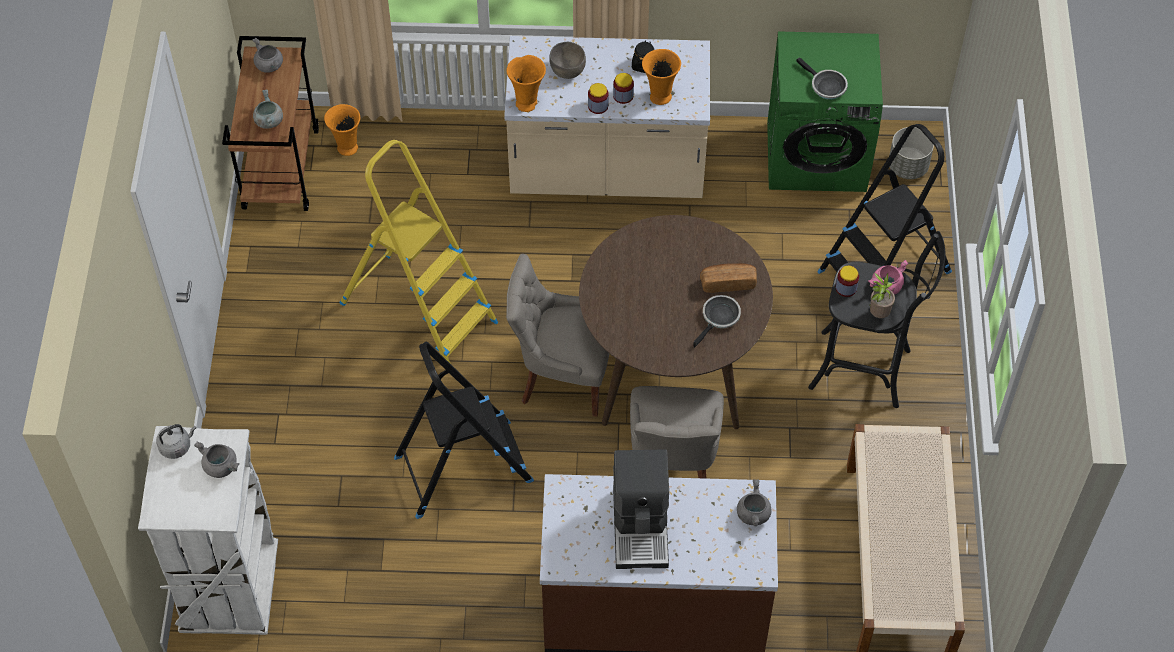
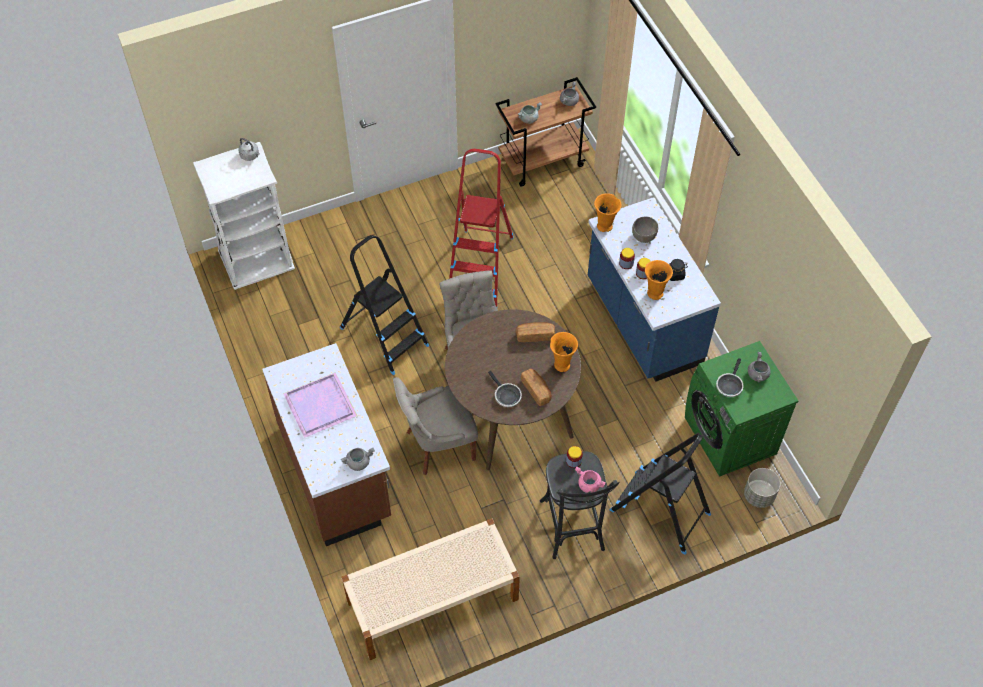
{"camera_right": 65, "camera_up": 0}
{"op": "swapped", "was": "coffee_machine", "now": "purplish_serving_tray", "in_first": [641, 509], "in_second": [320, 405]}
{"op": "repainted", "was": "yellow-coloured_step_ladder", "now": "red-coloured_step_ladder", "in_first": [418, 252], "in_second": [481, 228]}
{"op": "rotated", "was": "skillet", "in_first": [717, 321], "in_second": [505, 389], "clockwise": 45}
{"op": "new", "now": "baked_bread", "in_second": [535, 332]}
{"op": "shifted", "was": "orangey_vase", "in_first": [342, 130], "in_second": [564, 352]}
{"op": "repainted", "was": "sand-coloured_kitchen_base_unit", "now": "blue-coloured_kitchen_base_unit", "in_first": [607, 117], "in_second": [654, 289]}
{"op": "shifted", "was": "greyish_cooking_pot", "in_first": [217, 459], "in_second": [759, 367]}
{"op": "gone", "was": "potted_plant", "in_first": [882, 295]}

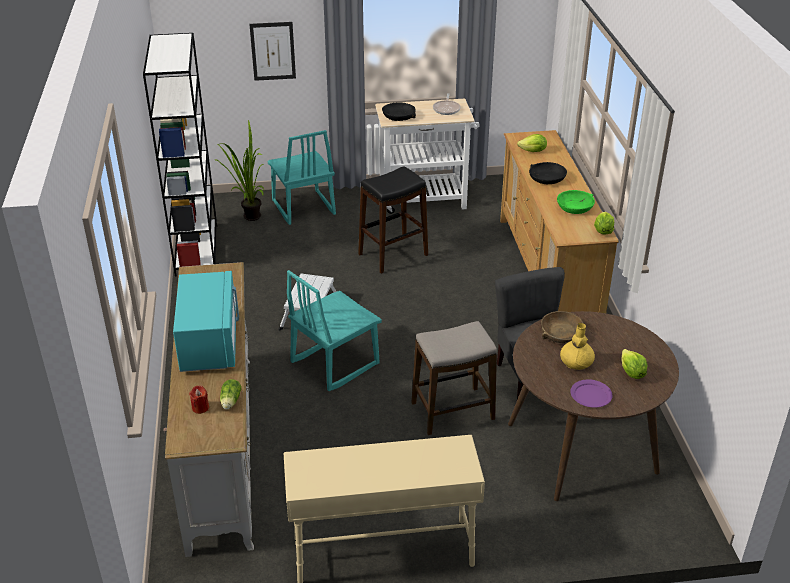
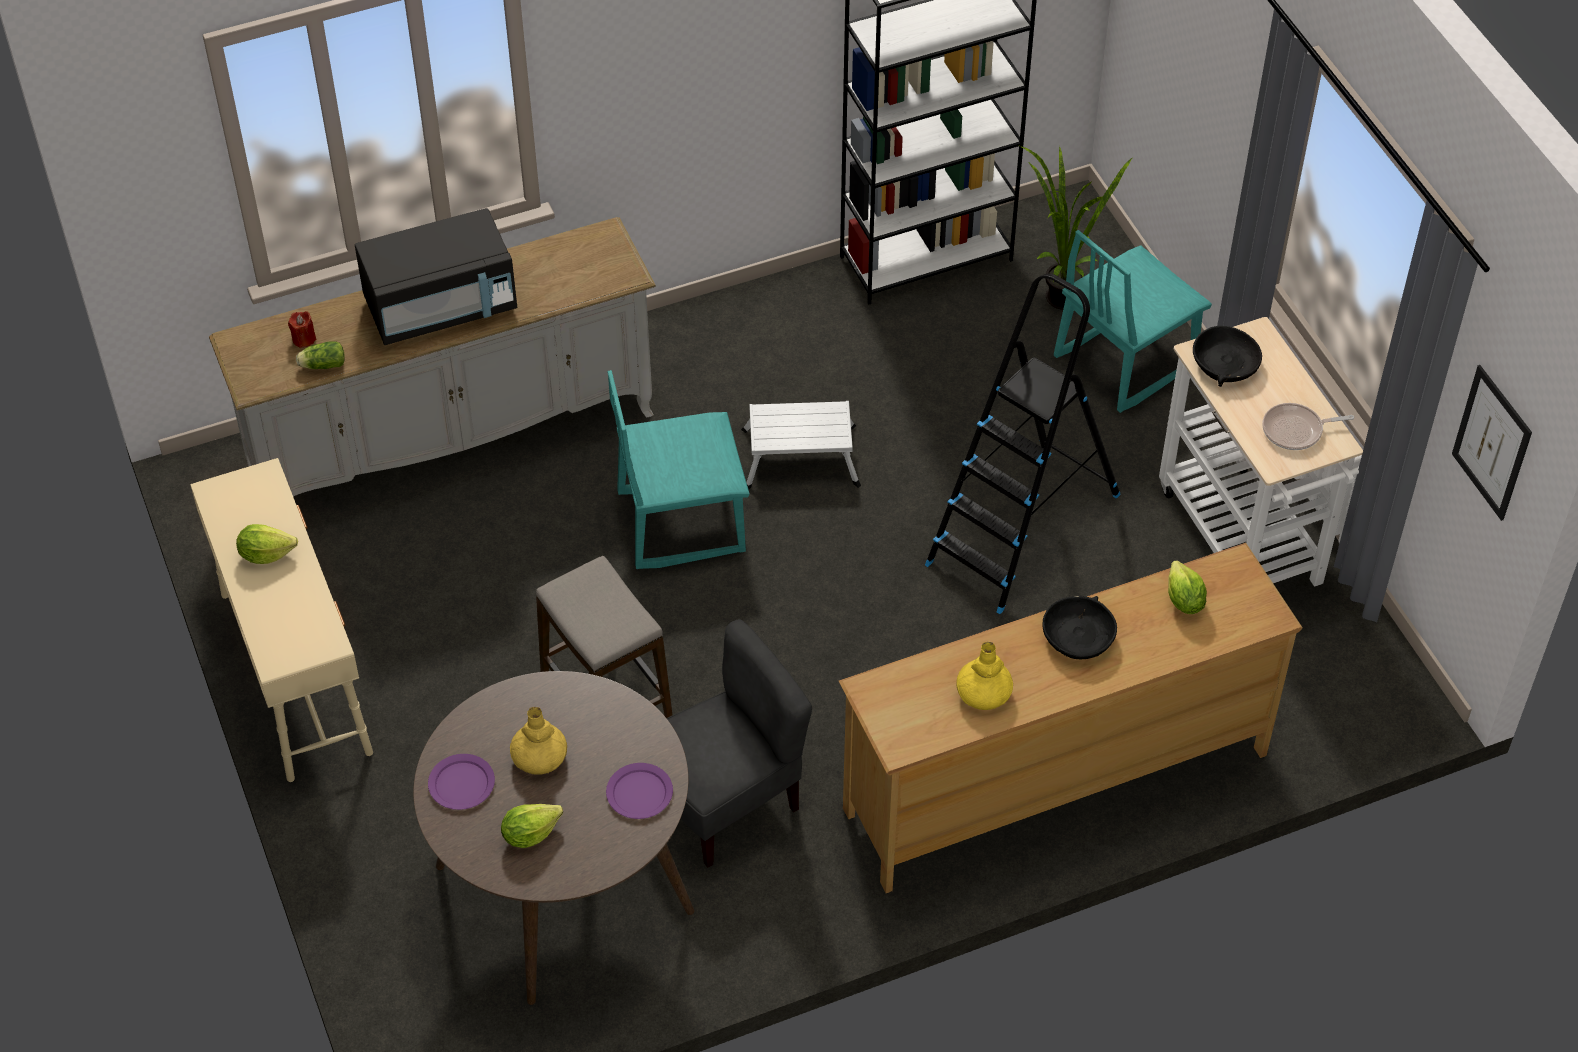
{"camera_right": 75, "camera_up": 15}
{"op": "shifted", "was": "head_of_lettuce", "in_first": [604, 222], "in_second": [267, 544]}
{"op": "repainted", "was": "turquoise_kitchen_microwave", "now": "black_kitchen_microwave", "in_first": [206, 321], "in_second": [436, 276]}
{"op": "new", "now": "purplish_dinner_plate", "in_second": [639, 791]}
{"op": "rotated", "was": "turquoise_plain_chair", "in_first": [334, 330], "in_second": [679, 469], "clockwise": -45}
{"op": "swapped", "was": "black_sitting_stool", "now": "black_step_ladder", "in_first": [393, 220], "in_second": [1022, 444]}
{"op": "swapped", "was": "green-coloured_deep_dish", "now": "yellow-coloured_vase", "in_first": [576, 202], "in_second": [984, 676]}
{"op": "shifted", "was": "picture", "in_first": [272, 51], "in_second": [1492, 443]}
{"op": "gone", "was": "brownish_deep_dish", "in_first": [562, 327]}

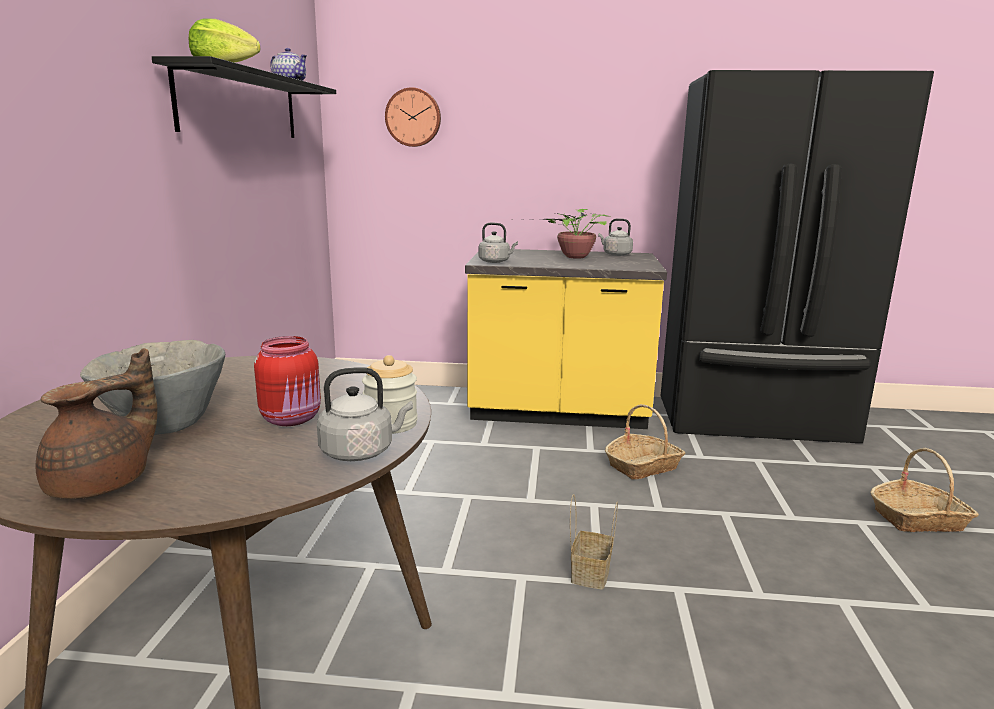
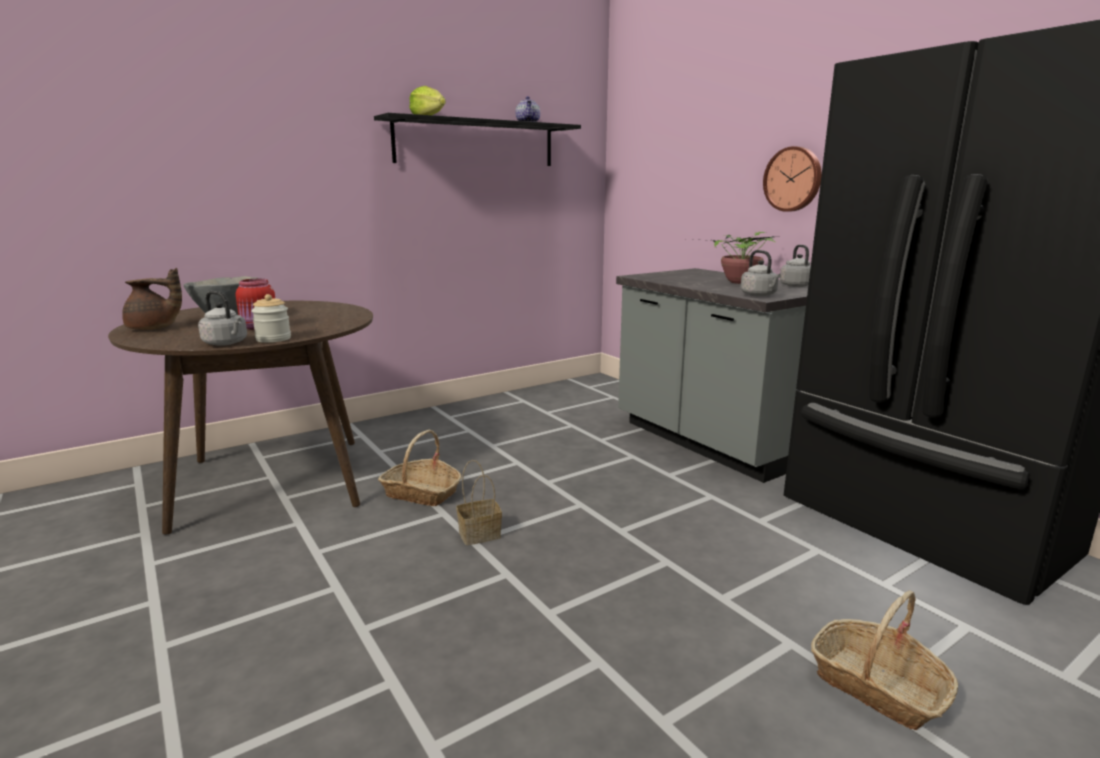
{"camera_right": 50, "camera_up": 0}
{"op": "shifted", "was": "basket", "in_first": [645, 442], "in_second": [420, 468]}
{"op": "repainted", "was": "yellow-coloured_kitchen_base_unit", "now": "greyish_kitchen_base_unit", "in_first": [566, 339], "in_second": [712, 375]}
{"op": "shifted", "was": "greyish_kettle", "in_first": [498, 242], "in_second": [760, 273]}
{"op": "shifted", "was": "clock_on_the_wall", "in_first": [413, 117], "in_second": [792, 179]}

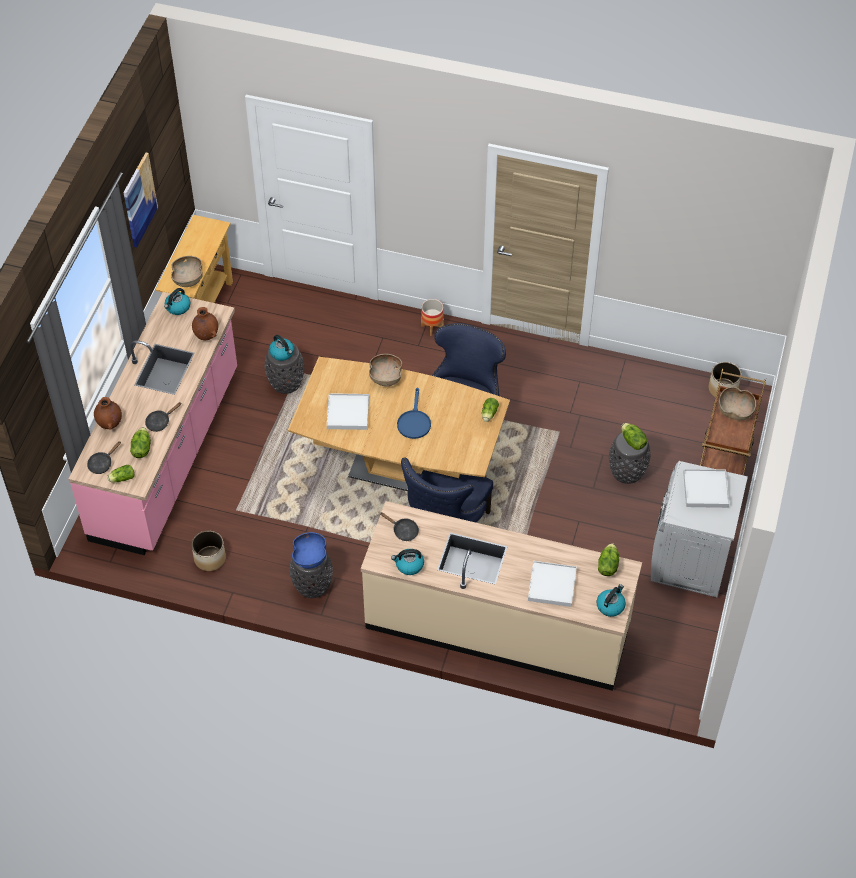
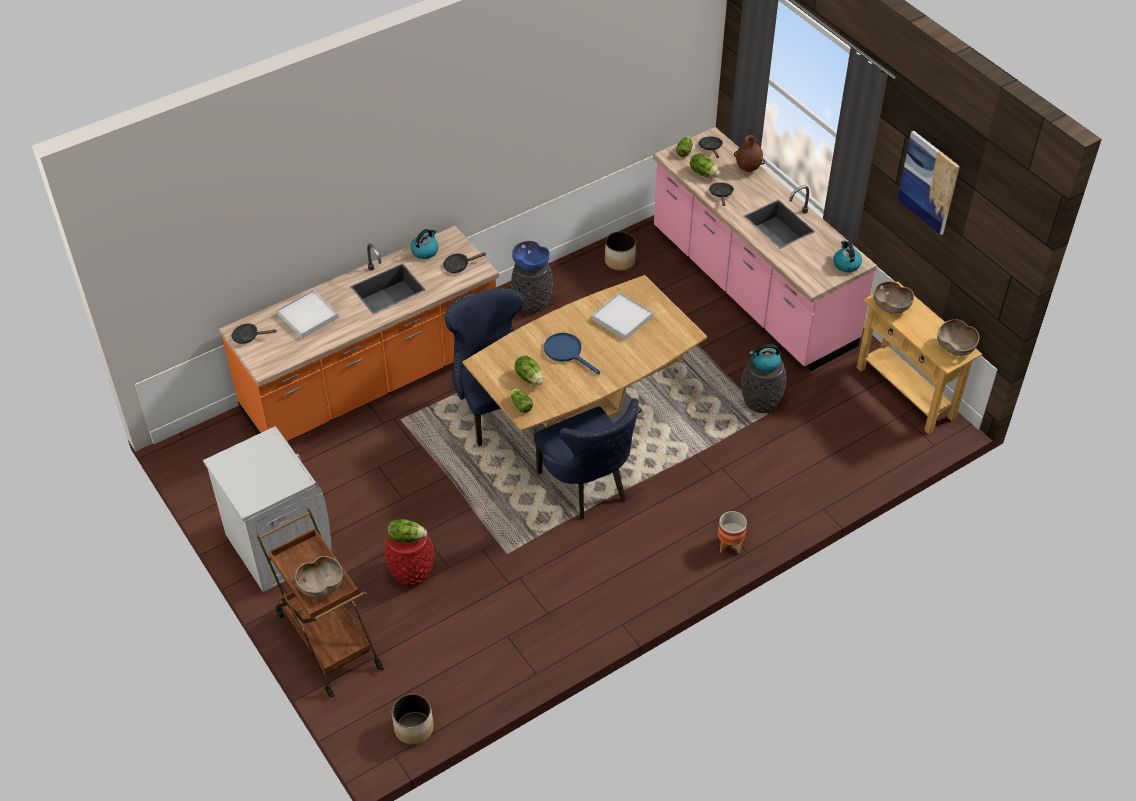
{"camera_right": 130, "camera_up": -5}
{"op": "repainted", "was": "sand-coloured_kitchen_base_unit", "now": "orangey_kitchen_base_unit", "in_first": [501, 596], "in_second": [359, 334]}
{"op": "swapped", "was": "kettle", "now": "black_skillet", "in_first": [611, 600], "in_second": [254, 333]}
{"op": "repainted", "was": "greyish_sitting_stool", "now": "red-coloured_sitting_stool", "in_first": [630, 458], "in_second": [409, 554]}
{"op": "shifted", "was": "head_of_lettuce", "in_first": [608, 559], "in_second": [529, 370]}
{"op": "shifted", "was": "brownish_deep_dish", "in_first": [385, 370], "in_second": [958, 337]}
{"op": "gone", "was": "brownish_vase", "in_first": [205, 323]}
{"op": "gone", "was": "white_serving_tray", "in_first": [706, 488]}

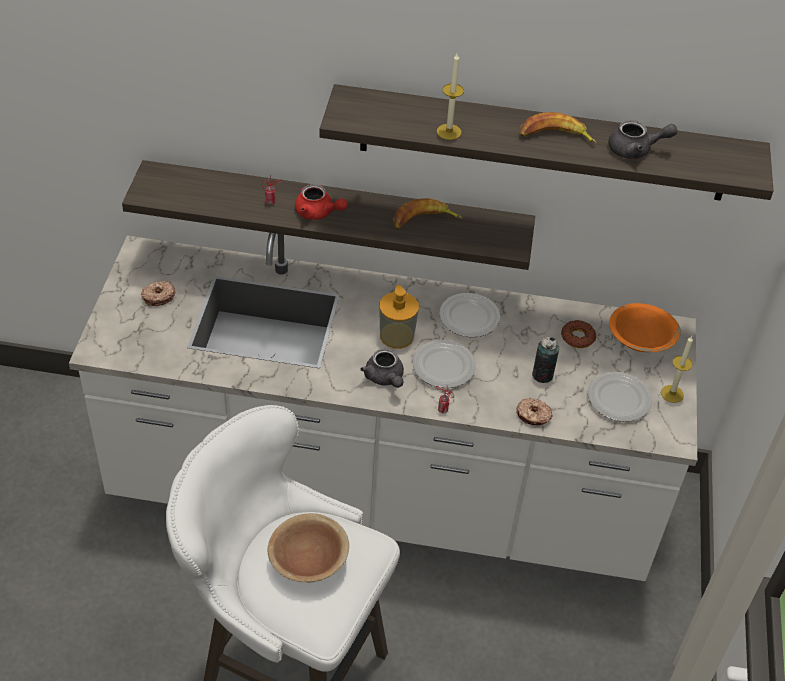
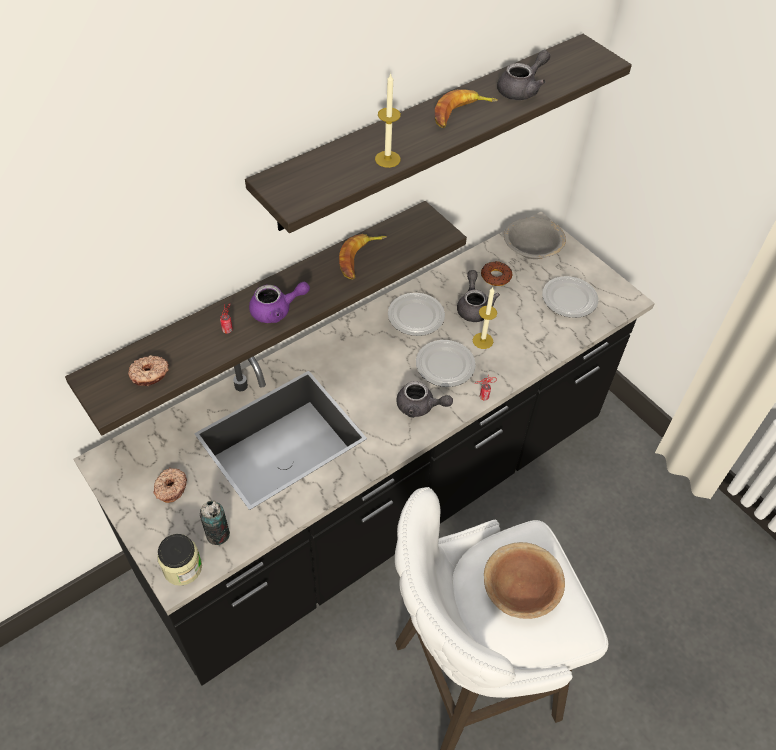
{"camera_right": -45, "camera_up": 5}
{"op": "repainted", "was": "white_kitchen_base_unit", "now": "black_kitchen_base_unit", "in_first": [383, 407], "in_second": [364, 449]}
{"op": "shifted", "was": "donut", "in_first": [534, 411], "in_second": [148, 370]}
{"op": "new", "now": "preserve_jar", "in_second": [179, 560]}
{"op": "shifted", "was": "sealed_can", "in_first": [545, 360], "in_second": [215, 523]}
{"op": "repainted", "was": "red-coloured_pot_for_tea", "now": "purplish_pot_for_tea", "in_first": [321, 202], "in_second": [279, 302]}
{"op": "new", "now": "greyish_pot_for_tea", "in_second": [478, 296]}
{"op": "shifted", "was": "wax_light", "in_first": [677, 369], "in_second": [485, 318]}
{"op": "repainted", "was": "orangey_deep_dish", "now": "greyish_deep_dish", "in_first": [645, 327], "in_second": [535, 238]}
{"op": "gone", "was": "liquid_soap_bottle", "in_first": [399, 317]}

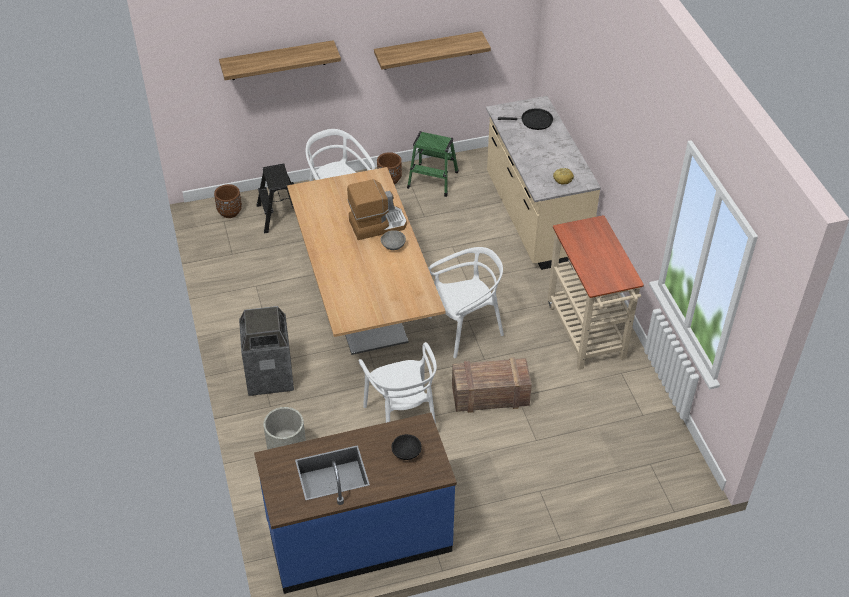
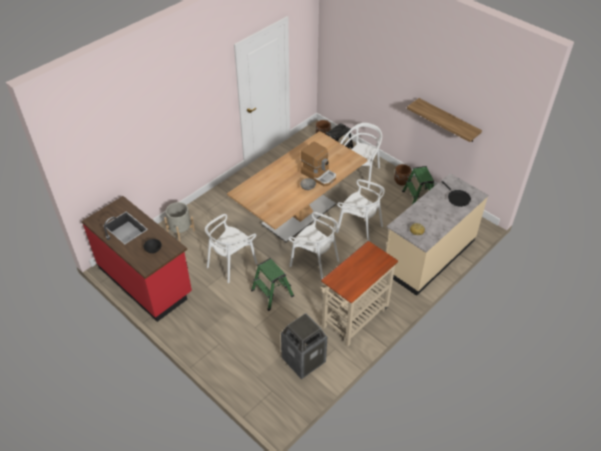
{"camera_right": 60, "camera_up": 0}
{"op": "repainted", "was": "blue-coloured_kitchen_base_unit", "now": "red-coloured_kitchen_base_unit", "in_first": [355, 503], "in_second": [137, 259]}
{"op": "swapped", "was": "packing_crate", "now": "green-coloured_step_ladder", "in_first": [492, 385], "in_second": [272, 284]}
{"op": "shifted", "was": "rubbish_bin", "in_first": [266, 351], "in_second": [304, 346]}
{"op": "new", "now": "white_plain_chair", "in_second": [360, 210]}
{"op": "gone", "was": "bracket_shelf", "in_first": [280, 60]}

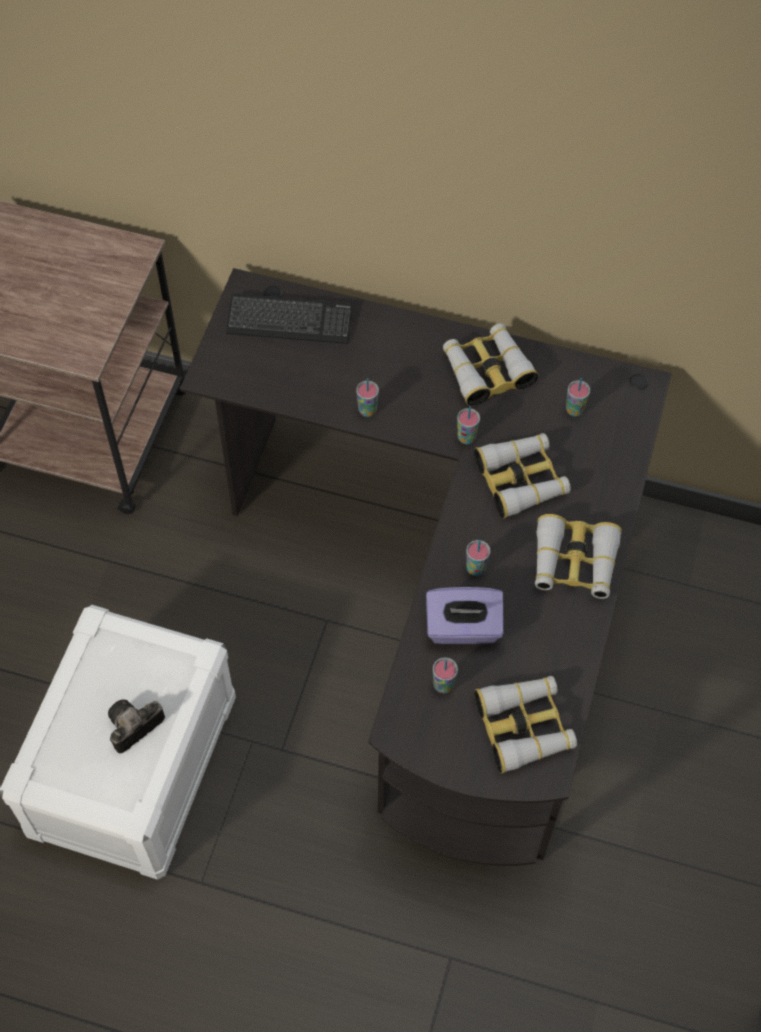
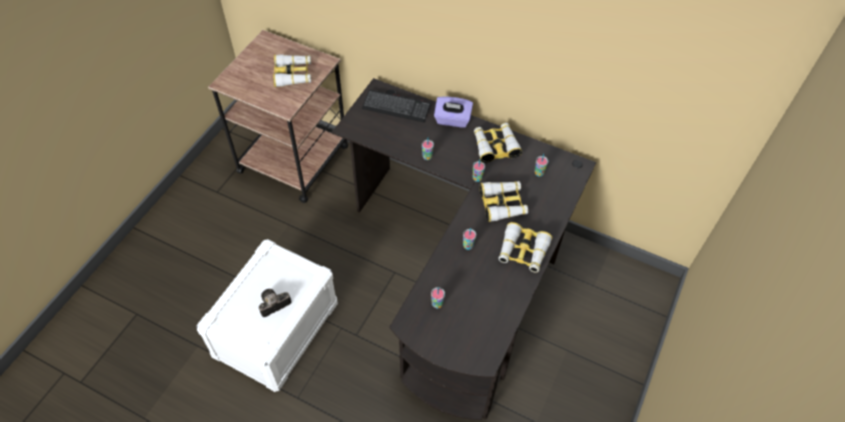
{"camera_right": 10, "camera_up": -5}
{"op": "shifted", "was": "field_glasses", "in_first": [525, 724], "in_second": [292, 70]}
{"op": "shifted", "was": "purplish_tissue_box", "in_first": [465, 615], "in_second": [453, 112]}

